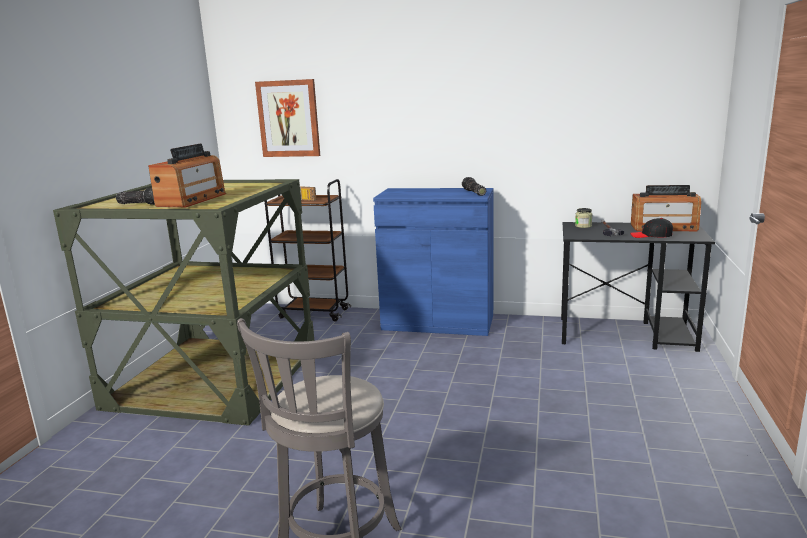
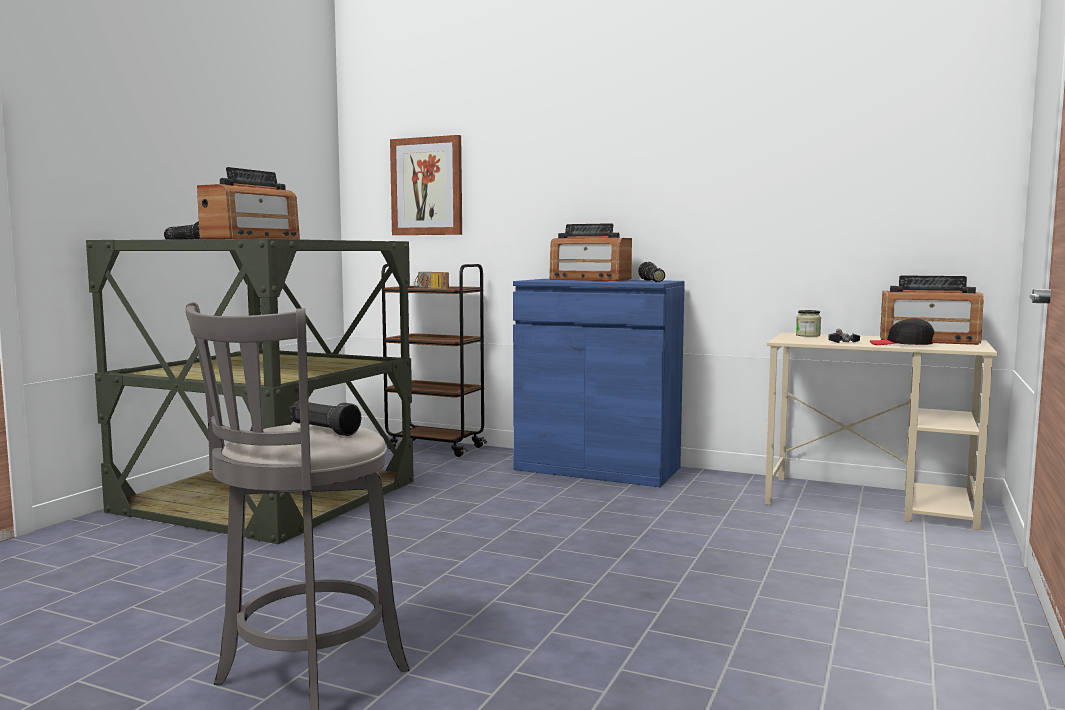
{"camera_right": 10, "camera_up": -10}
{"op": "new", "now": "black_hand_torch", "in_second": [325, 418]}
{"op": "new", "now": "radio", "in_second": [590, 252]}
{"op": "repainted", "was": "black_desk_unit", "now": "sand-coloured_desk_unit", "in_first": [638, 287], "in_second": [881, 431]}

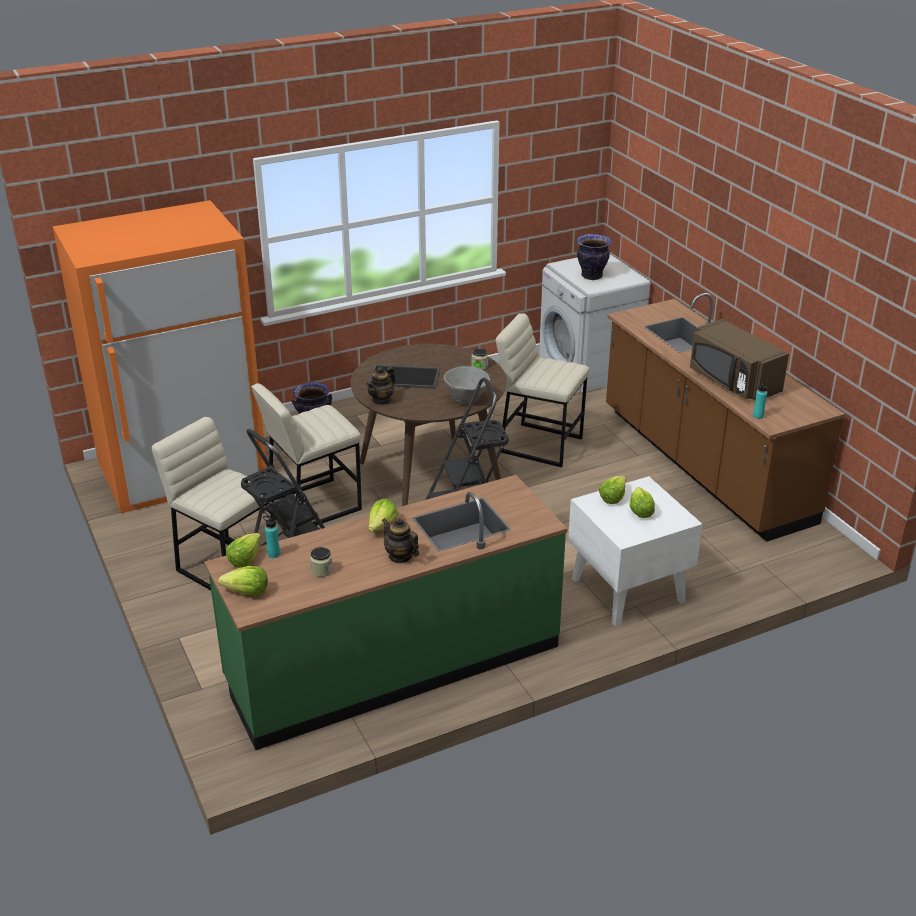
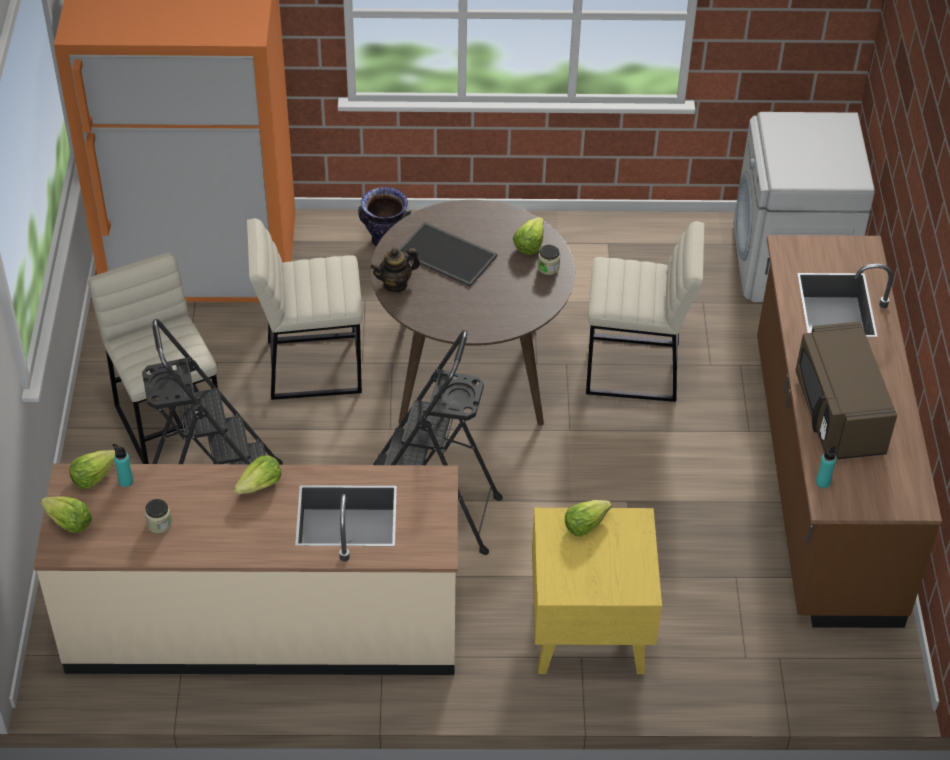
{"camera_right": 25, "camera_up": 15}
{"op": "repainted", "was": "green-coloured_kitchen_base_unit", "now": "sand-coloured_kitchen_base_unit", "in_first": [386, 612], "in_second": [246, 569]}
{"op": "shifted", "was": "head_of_lettuce", "in_first": [642, 502], "in_second": [528, 236]}
{"op": "repainted", "was": "white_night_table", "now": "yellow-coloured_night_table", "in_first": [635, 551], "in_second": [597, 591]}
{"op": "rotated", "was": "sand-coloured_plain_chair", "in_first": [542, 390], "in_second": [645, 311], "clockwise": 135}
{"op": "gone", "was": "pot_for_tea", "in_first": [400, 540]}
{"op": "gone", "was": "greyish_deep_dish", "in_first": [467, 385]}
{"op": "gone", "was": "vase", "in_first": [594, 257]}

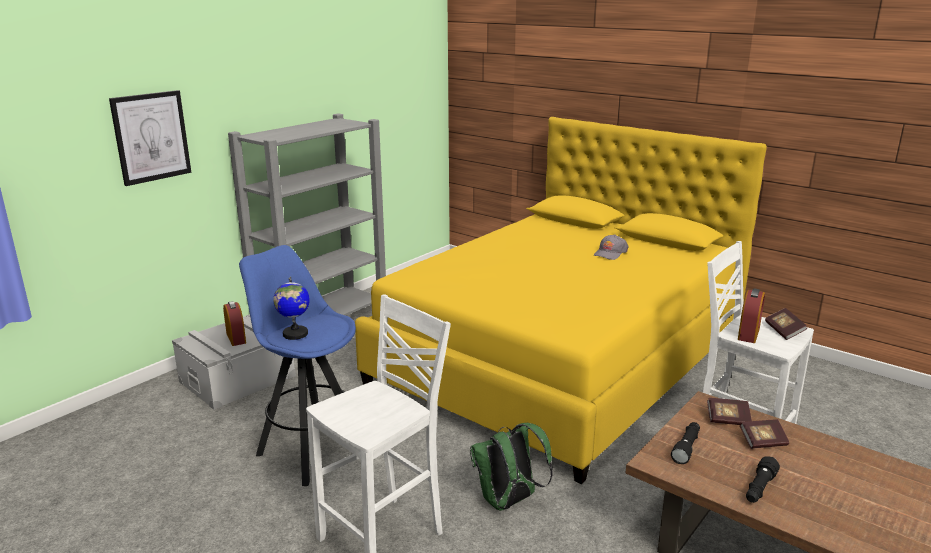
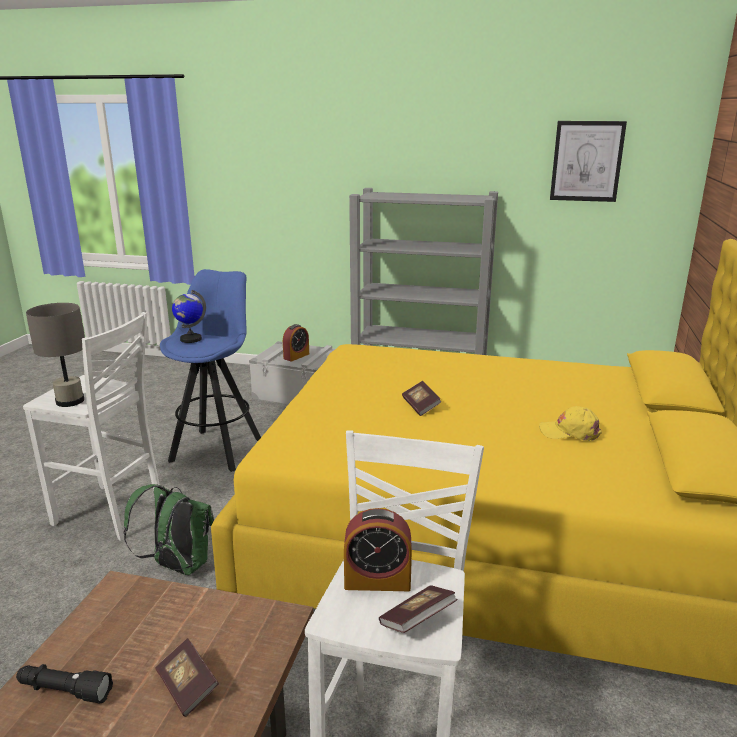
{"camera_right": 65, "camera_up": 0}
{"op": "new", "now": "greyish_tabletop_lamp", "in_second": [55, 355]}
{"op": "shifted", "was": "book", "in_first": [729, 411], "in_second": [422, 398]}
{"op": "repainted", "was": "greyish_baseball_cap", "now": "yellow-coloured_baseball_cap", "in_first": [611, 247], "in_second": [570, 423]}
{"op": "shifted", "was": "picture", "in_first": [150, 138], "in_second": [588, 161]}
{"op": "gone", "was": "black_hand_torch", "in_first": [685, 443]}

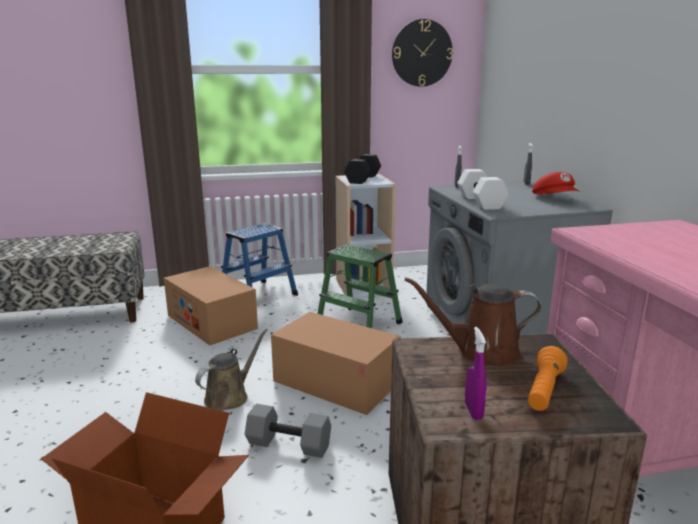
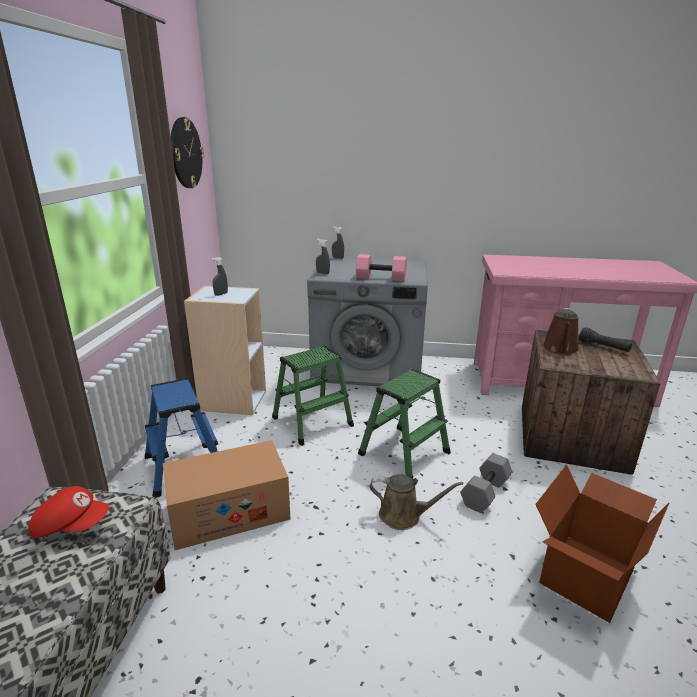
{"camera_right": -70, "camera_up": 5}
{"op": "shifted", "was": "red-coloured_baseball_cap", "in_first": [555, 183], "in_second": [68, 512]}
{"op": "swapped", "was": "black_free_weight", "now": "greyish_sprayer", "in_first": [362, 169], "in_second": [220, 276]}
{"op": "repainted", "was": "white_free_weight", "now": "pink-coloured_free_weight", "in_first": [483, 189], "in_second": [381, 267]}
{"op": "swapped", "was": "carton", "now": "green-coloured_step_ladder", "in_first": [336, 363], "in_second": [404, 424]}
{"op": "rotated", "was": "brownish_sprinkling_can", "in_first": [231, 370], "in_second": [416, 502], "clockwise": 135}
{"op": "repainted", "was": "orangey_hand_torch", "now": "black_hand_torch", "in_first": [548, 378], "in_second": [605, 339]}
{"op": "gone", "was": "purplish_sprayer", "in_first": [476, 373]}

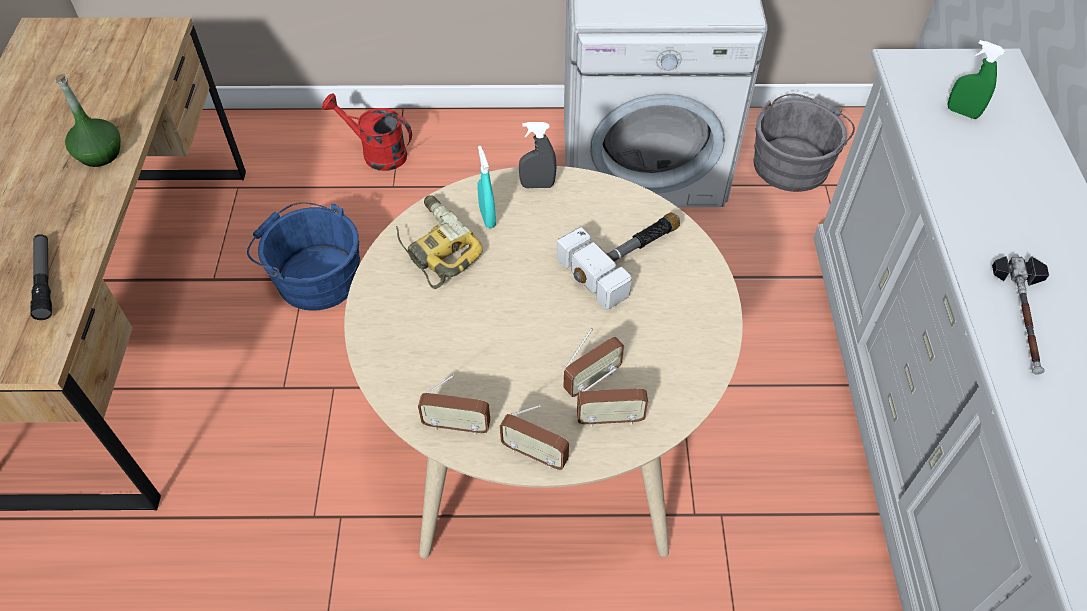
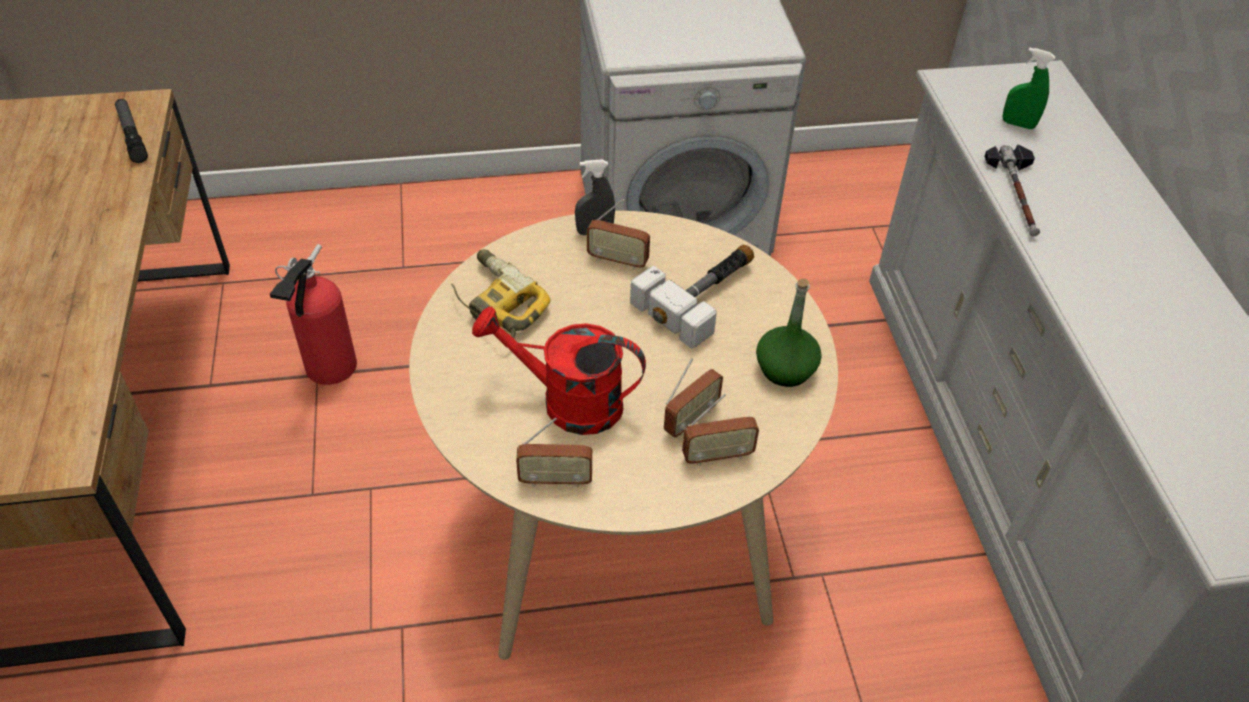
{"camera_right": -10, "camera_up": -5}
{"op": "shifted", "was": "hand_torch", "in_first": [41, 277], "in_second": [131, 131]}
{"op": "swapped", "was": "blue-coloured_pail", "now": "extinguisher", "in_first": [303, 256], "in_second": [313, 314]}
{"op": "shifted", "was": "red-coloured_sprinkling_can", "in_first": [367, 132], "in_second": [559, 370]}
{"op": "shifted", "was": "radio", "in_first": [534, 437], "in_second": [618, 234]}
{"op": "shifted", "was": "green-coloured_beverage_bottle", "in_first": [88, 120], "in_second": [789, 332]}
{"op": "shifted", "was": "hammer", "in_first": [1020, 314], "in_second": [1012, 190]}
{"op": "gone", "was": "turquoise_sprayer", "in_first": [486, 187]}
{"op": "gone", "was": "greyish_pail", "in_first": [804, 143]}

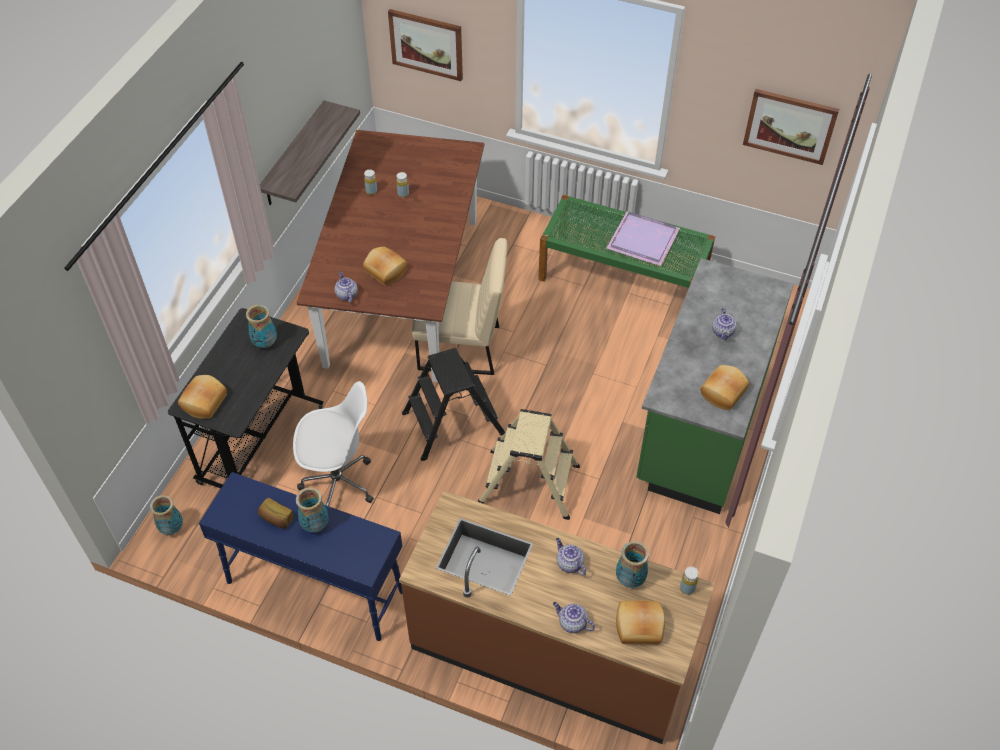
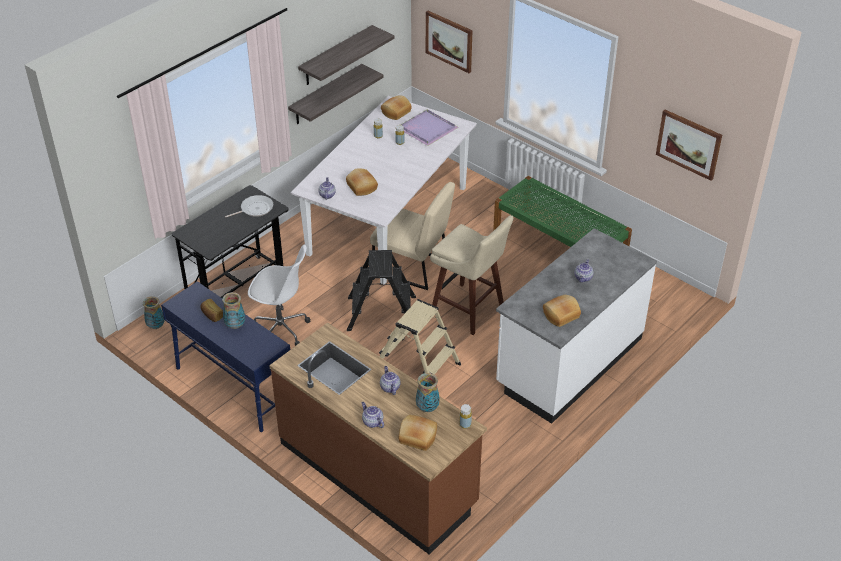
{"camera_right": 20, "camera_up": -10}
{"op": "swapped", "was": "vase", "now": "skillet", "in_first": [261, 326], "in_second": [249, 206]}
{"op": "repainted", "was": "brownish_dining_table", "now": "white_dining_table", "in_first": [390, 256], "in_second": [384, 190]}
{"op": "new", "now": "bracket_shelf", "in_second": [346, 55]}
{"op": "shifted", "was": "baked_bread", "in_first": [202, 397], "in_second": [396, 108]}
{"op": "shifted", "was": "purplish_serving_tray", "in_first": [643, 238], "in_second": [430, 127]}
{"op": "new", "now": "sand-coloured_sitting_stool", "in_second": [471, 275]}
{"op": "repainted", "was": "green-coloured_kitchen_base_unit", "now": "white_kitchen_base_unit", "in_first": [715, 386], "in_second": [576, 326]}

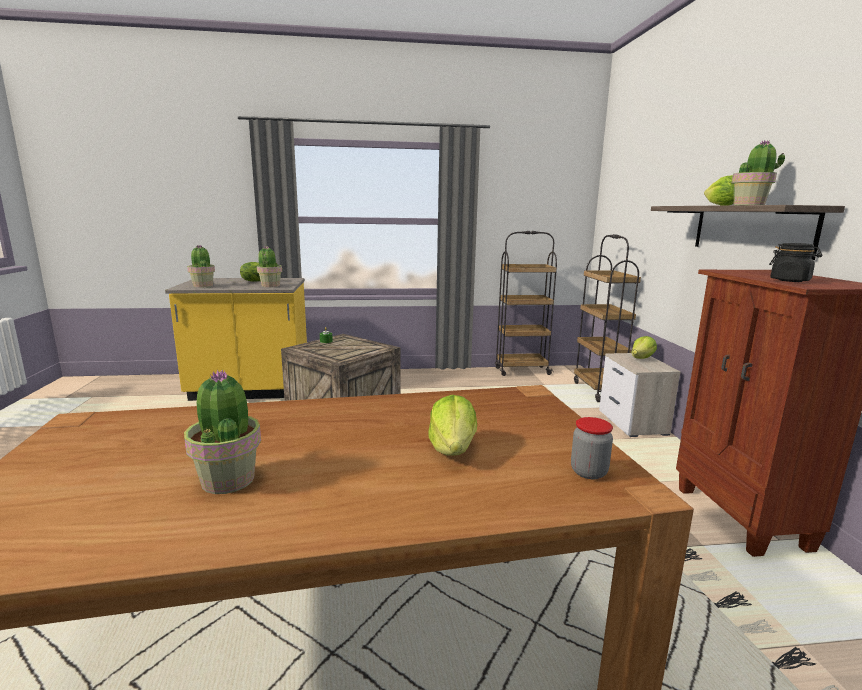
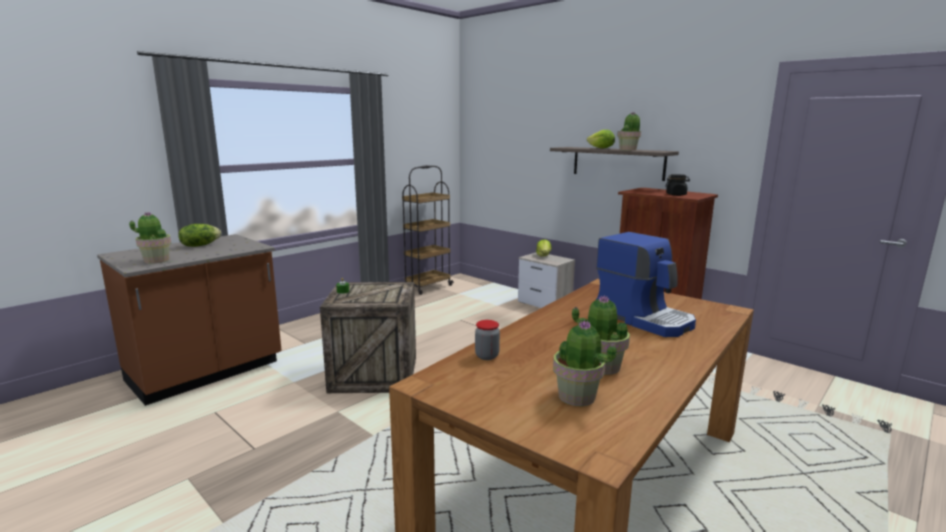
{"camera_right": -40, "camera_up": 0}
{"op": "repainted", "was": "yellow-coloured_kitchen_base_unit", "now": "brownish_kitchen_base_unit", "in_first": [236, 339], "in_second": [189, 320]}
{"op": "shifted", "was": "preserve_jar", "in_first": [592, 448], "in_second": [487, 340]}
{"op": "shifted", "was": "potted_plant", "in_first": [269, 266], "in_second": [585, 363]}
{"op": "swapped", "was": "head_of_lettuce", "now": "coffee_machine", "in_first": [452, 425], "in_second": [646, 284]}
{"op": "gone", "was": "brownish_trolley", "in_first": [607, 318]}

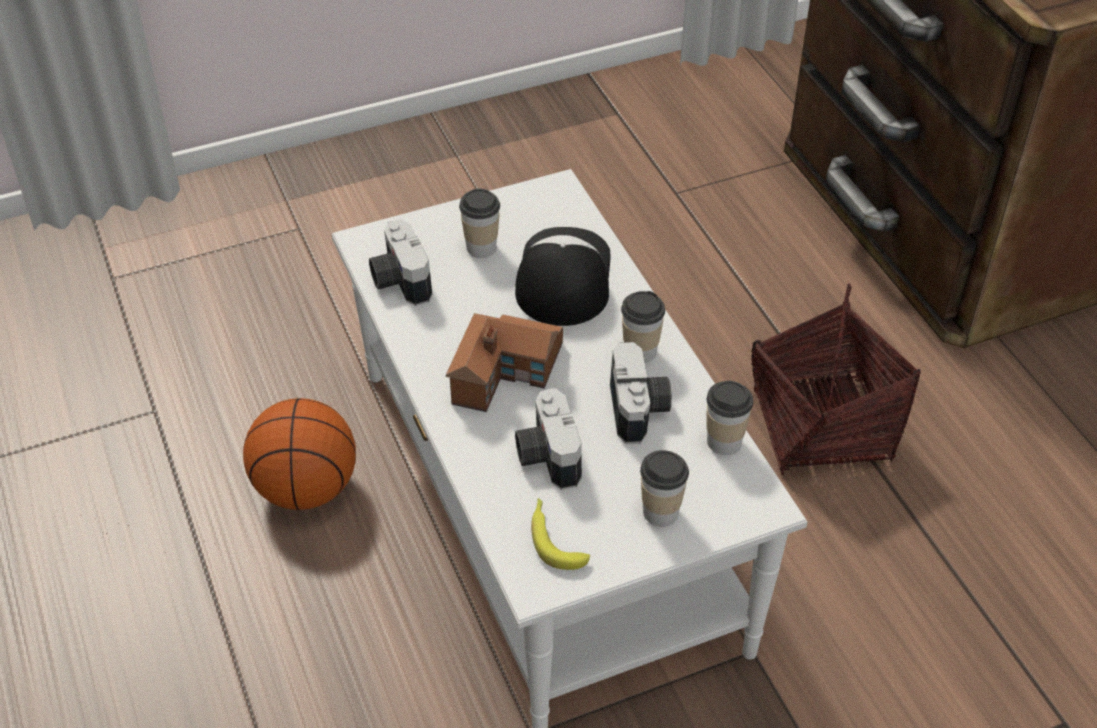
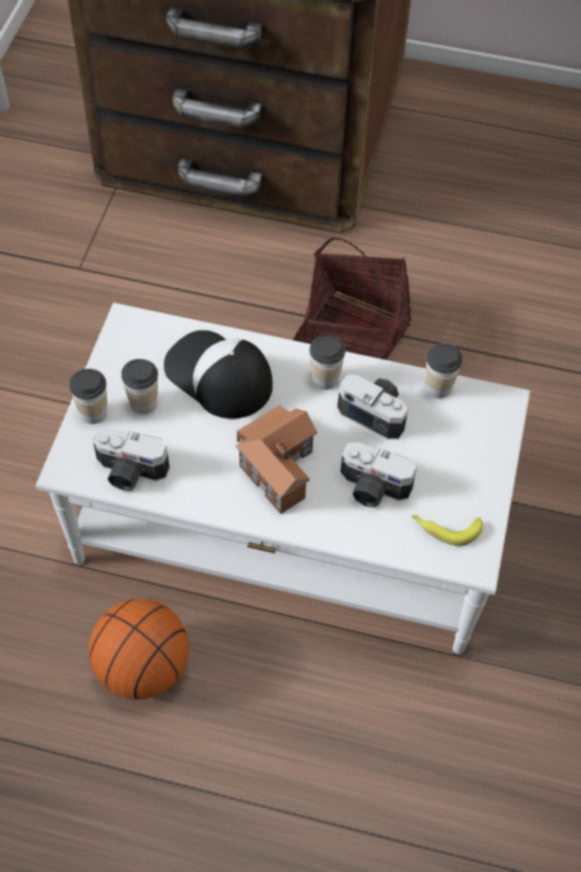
{"camera_right": -55, "camera_up": 10}
{"op": "shifted", "was": "drinking_cup", "in_first": [664, 488], "in_second": [88, 396]}

